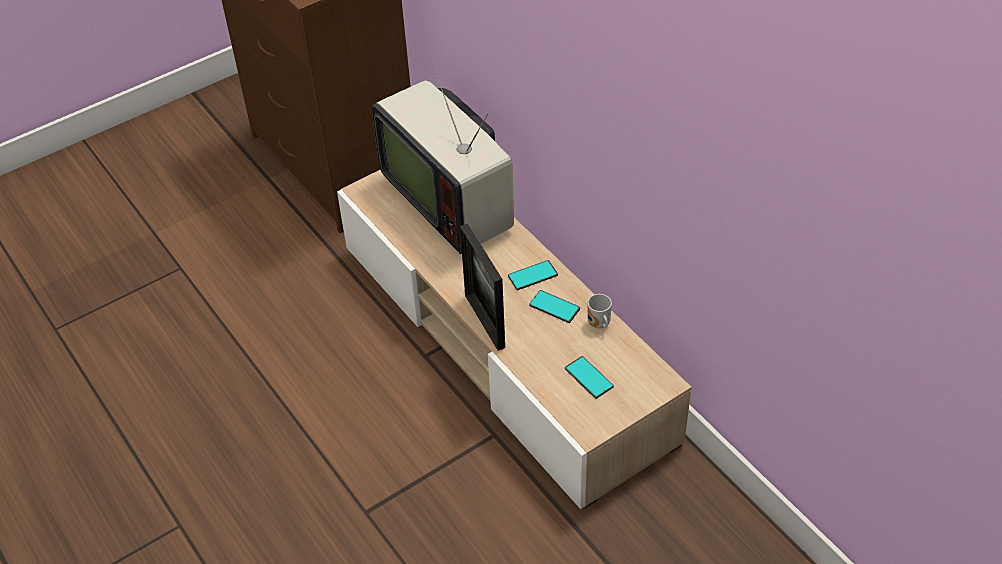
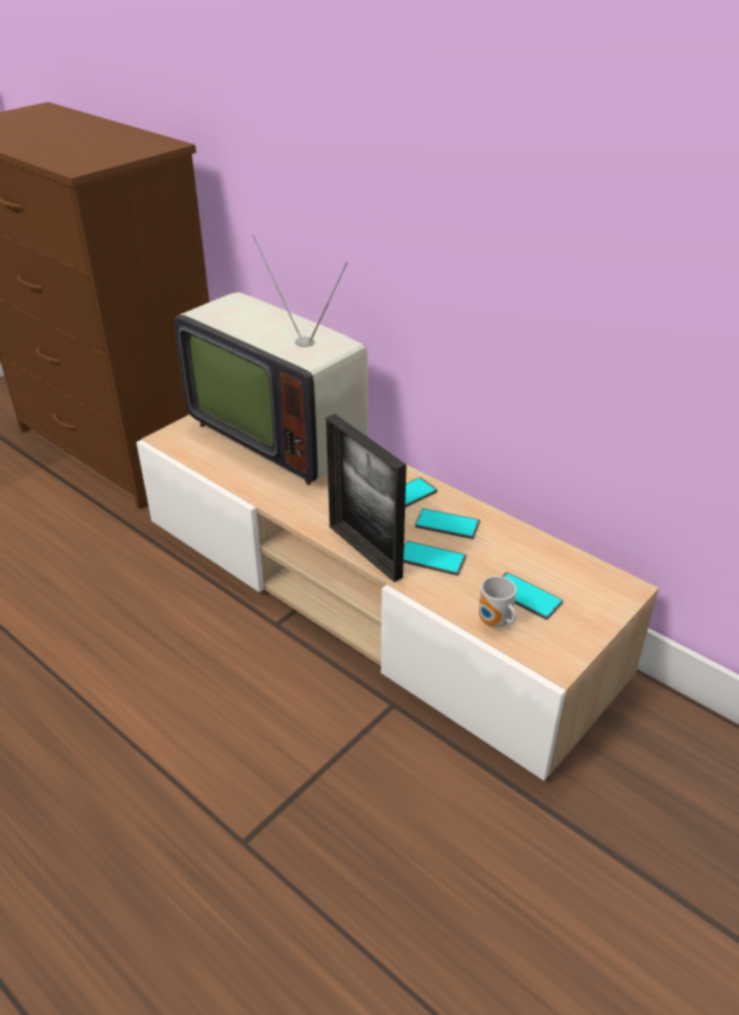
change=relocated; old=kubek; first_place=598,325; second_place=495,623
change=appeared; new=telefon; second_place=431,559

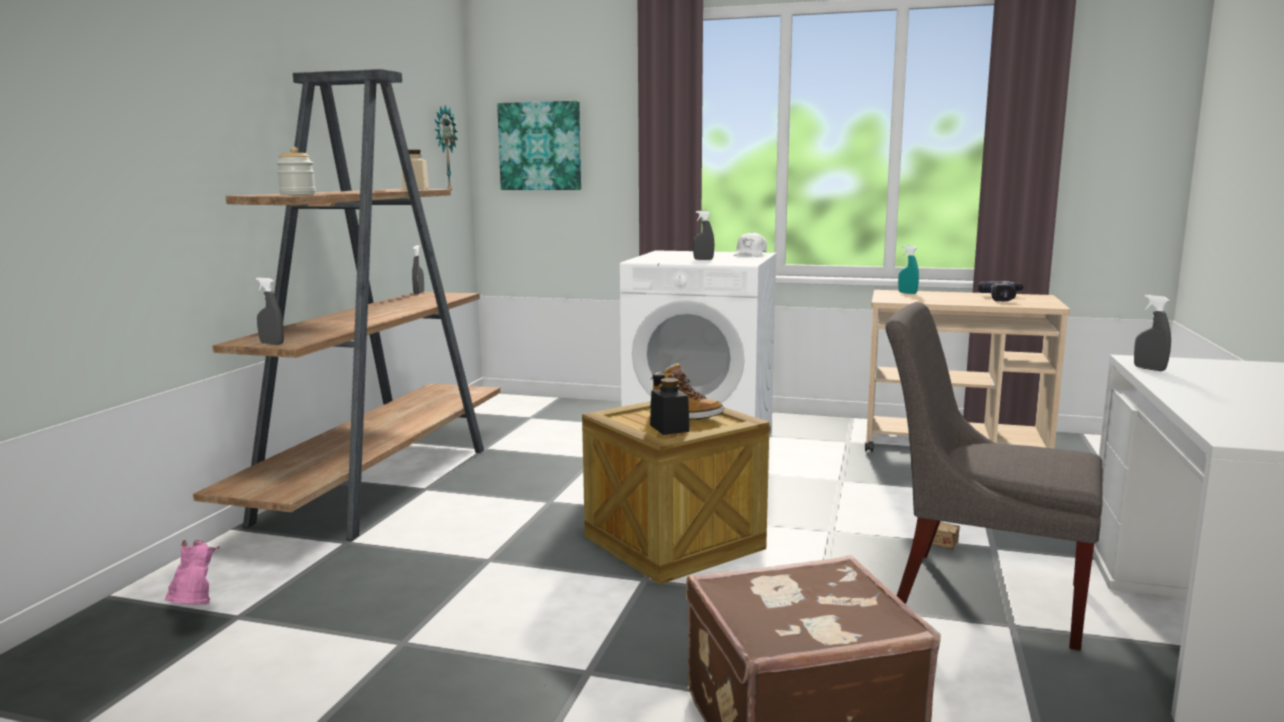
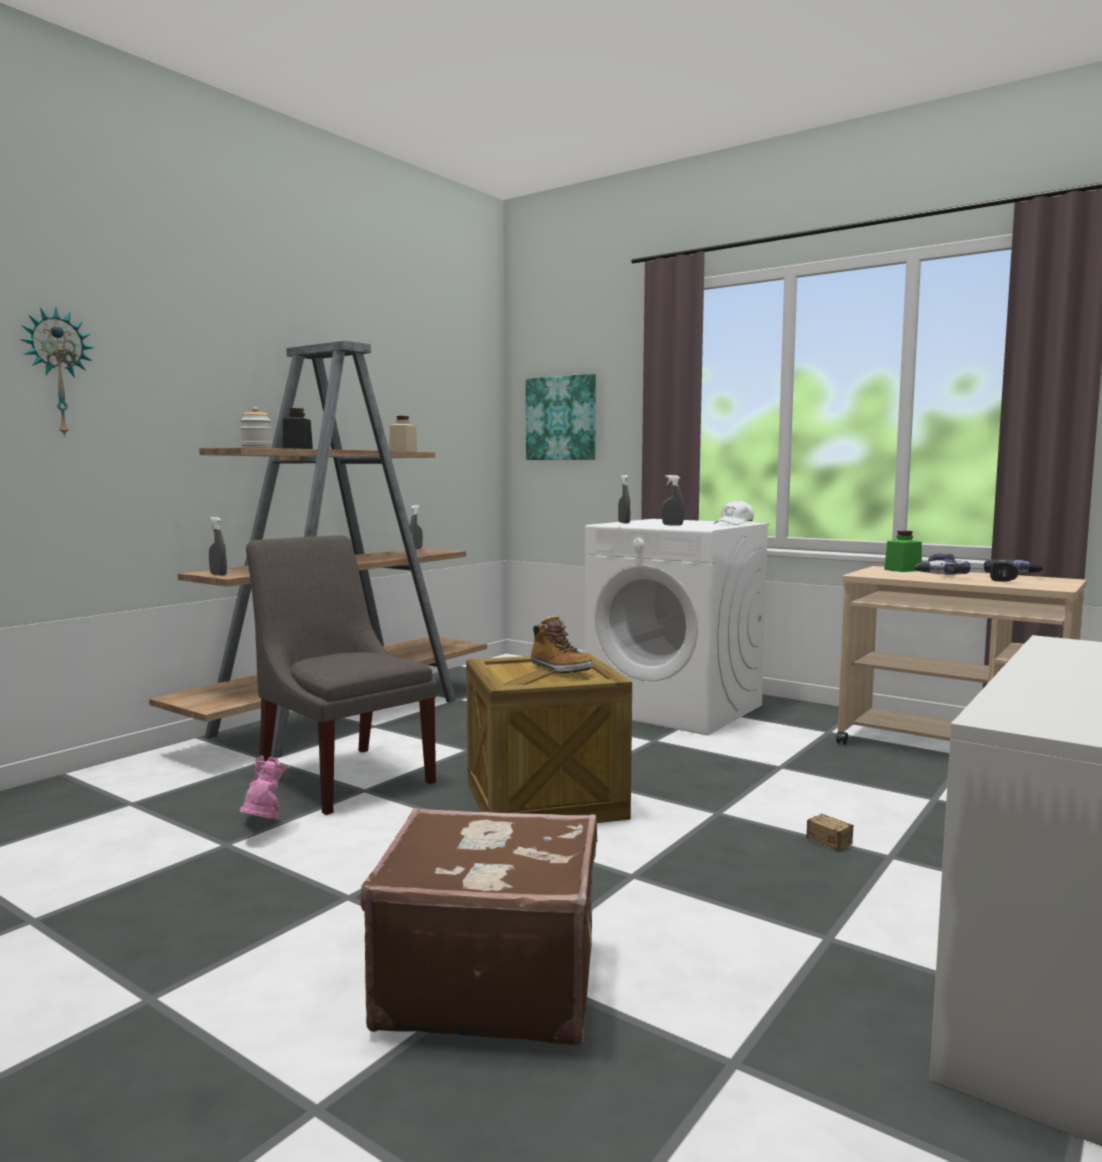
change=relocated; old=zegar ścienny; first_place=444,150; second_place=57,373
change=exchanged; old=spryskiwacz (turkusowy); new=słoik (zielony); first_place=907,293; second_place=902,570
change=relocated; old=spryskiwacz (szary); first_place=1149,369; second_place=624,523
change=relocated; old=krzesło (szary); first_place=979,594; second_place=343,776
change=relocated; old=słoik (czarny); first_place=669,428; second_place=298,448
change=relocated; old=but z cholewką (różowy); first_place=193,614; second_place=263,827
change=appeared; new=wiertarka; second_place=936,575

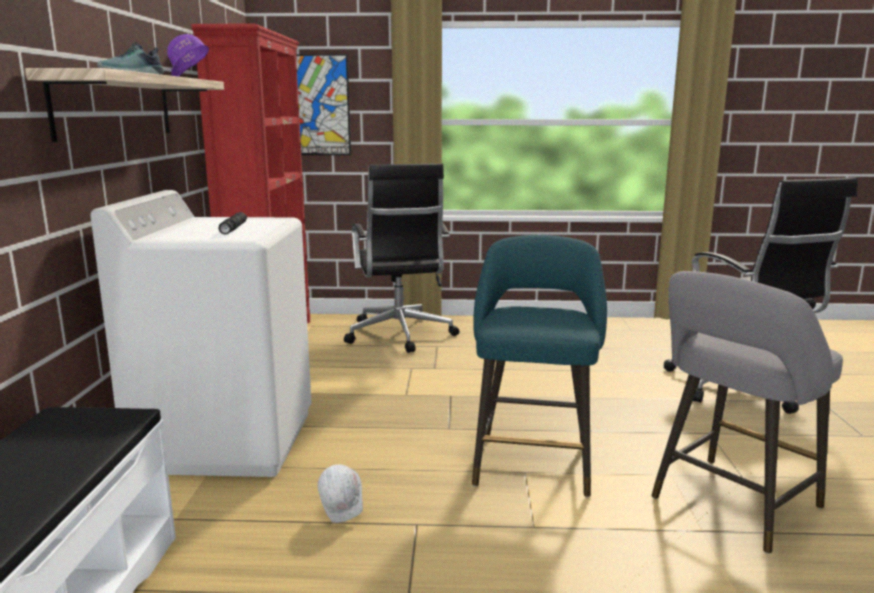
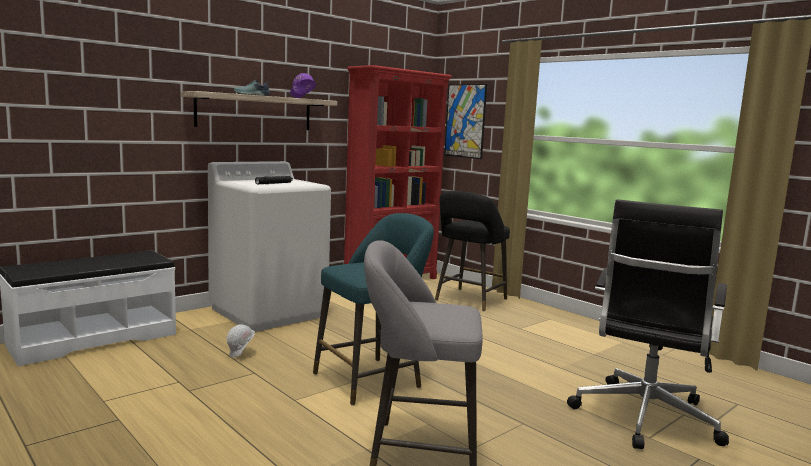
change=exchanged; old=krzesło biurowe (czarny); new=stołek (czarny); first_place=399,335; second_place=469,301

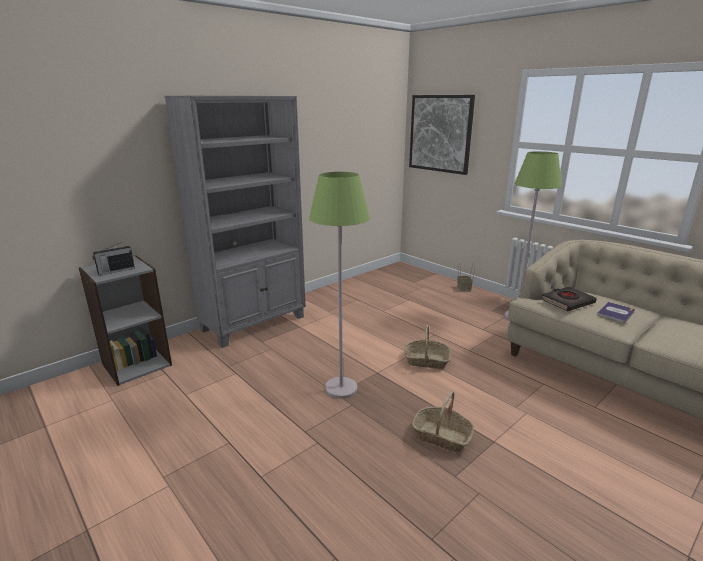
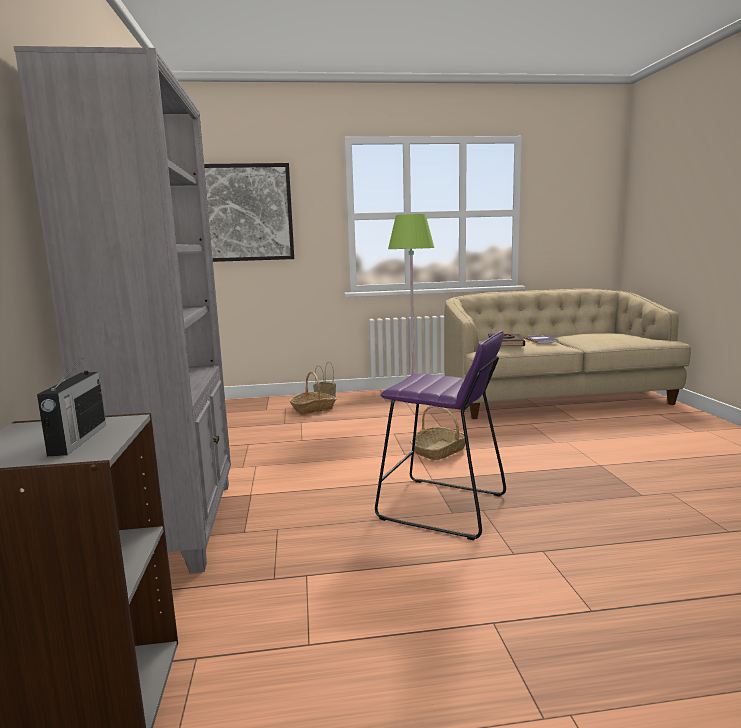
change=exchanged; old=lampa stojąca (zielony); new=stołek (fioletowy); first_place=341,388; second_place=442,507
change=relocated; old=koszyk; first_place=442,436; second_place=313,409

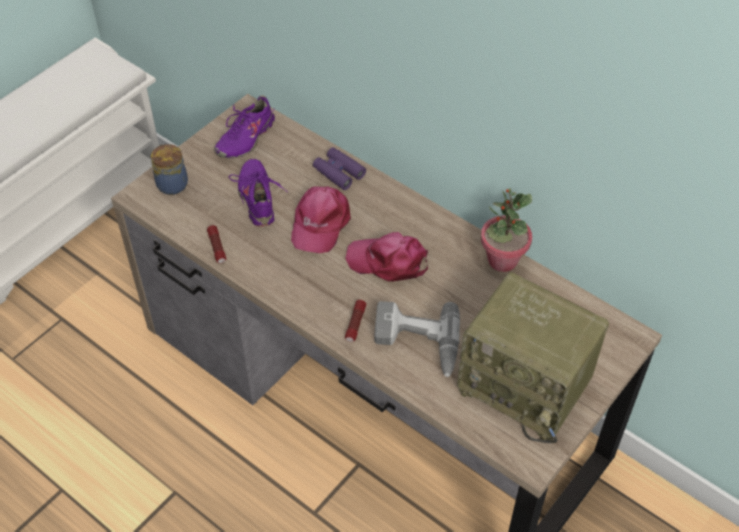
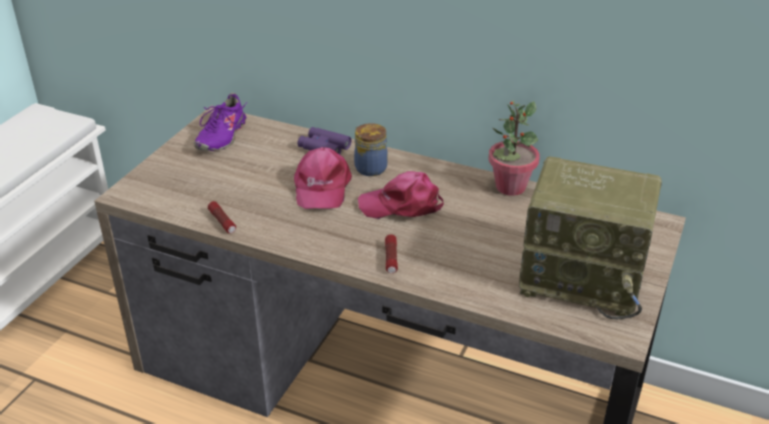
change=relocated; old=słoik; first_place=171,183; second_place=369,168
change=missing; old=but (fioletowy); first_place=258,198
change=missing; old=wiertarka; first_place=416,344

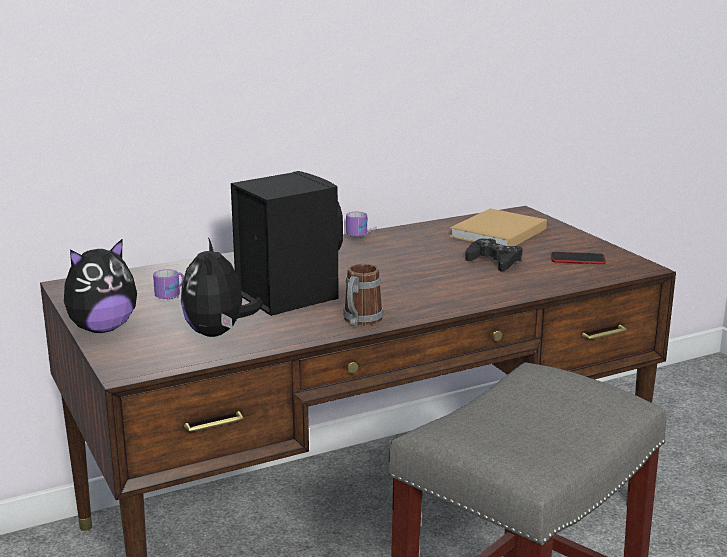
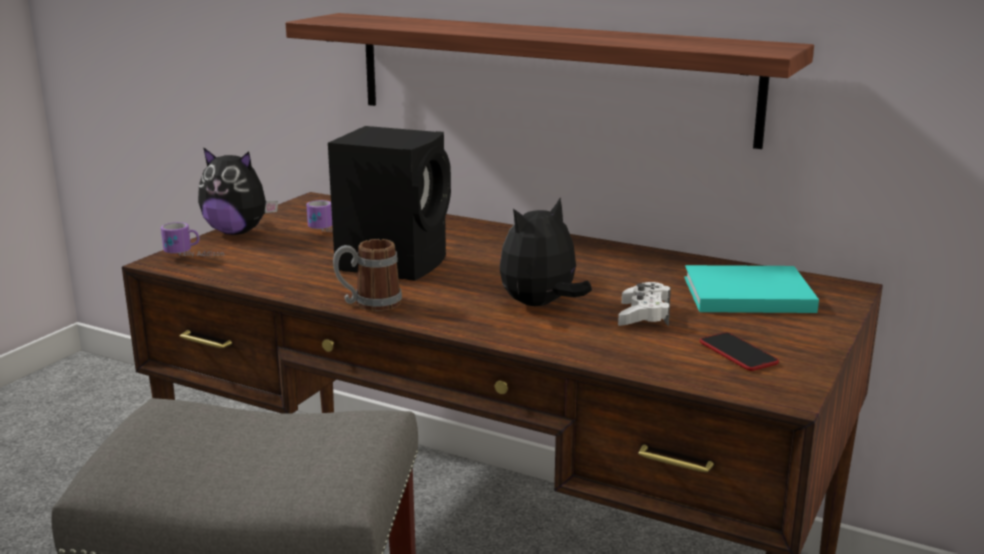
change=colour; old=książka (beżowy); new=książka (turkusowy); first_place=497,233; second_place=743,294
change=relocated; old=kubek; first_place=364,236; second_place=194,257
change=relocated; old=pluszak; first_place=218,333; second_place=540,305
change=colour; old=pad do gier (czarny); new=pad do gier (biały); first_place=494,261; second_place=644,315
change=appeared; new=półka; second_place=549,76

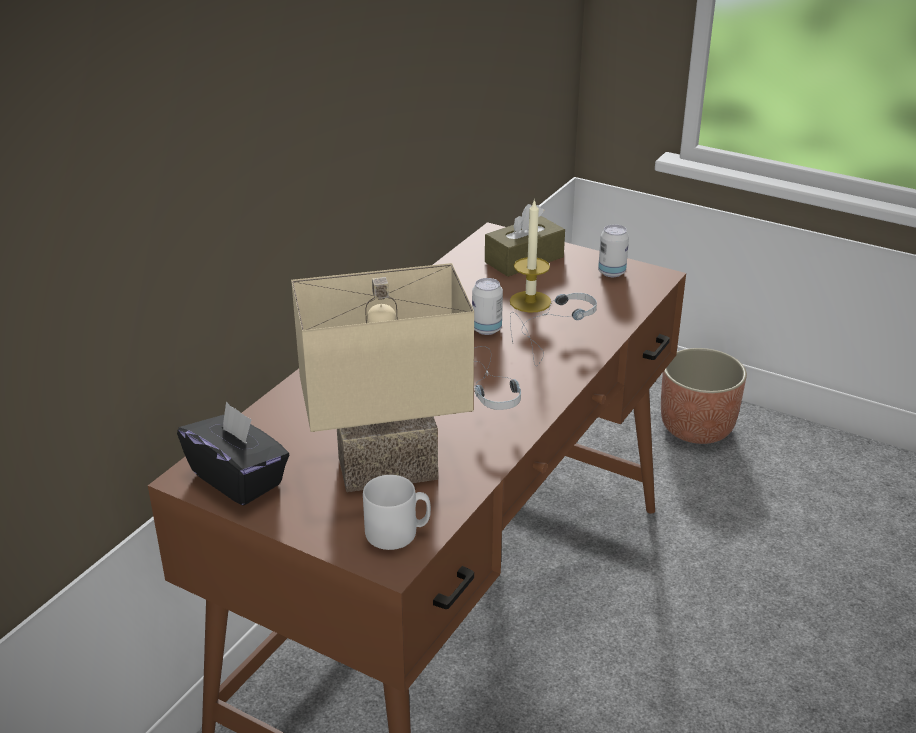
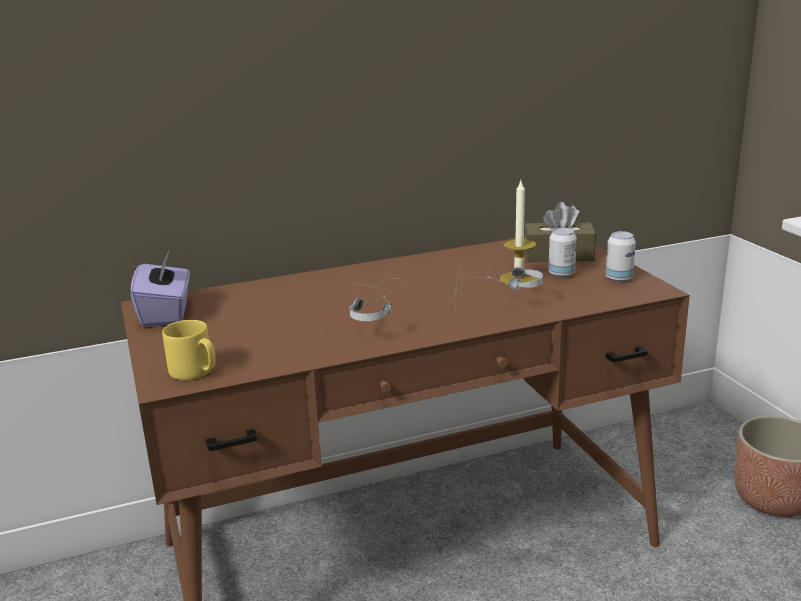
change=missing; old=lampa stołowa (beżowy); first_place=387,472
change=relocated; old=puszka; first_place=486,329; second_place=561,274
change=colour; old=pudełko chusteczek (czarny); new=pudełko chusteczek (fioletowy); first_place=238,478; second_place=166,313
change=colour; old=kubek (szary); new=kubek (żółty); first_place=398,533; second_place=195,372

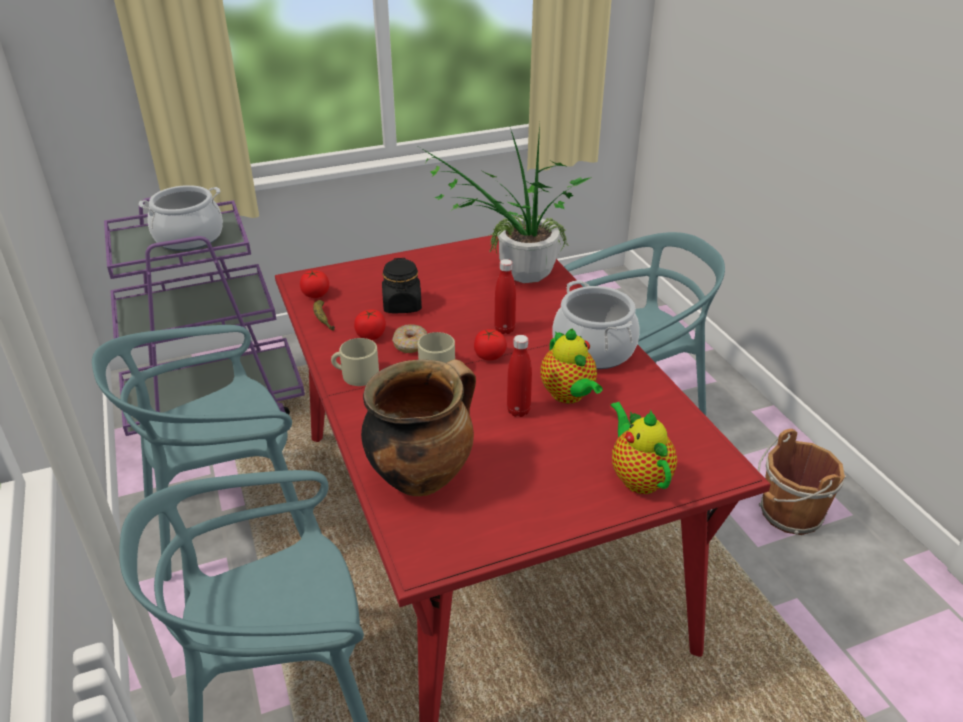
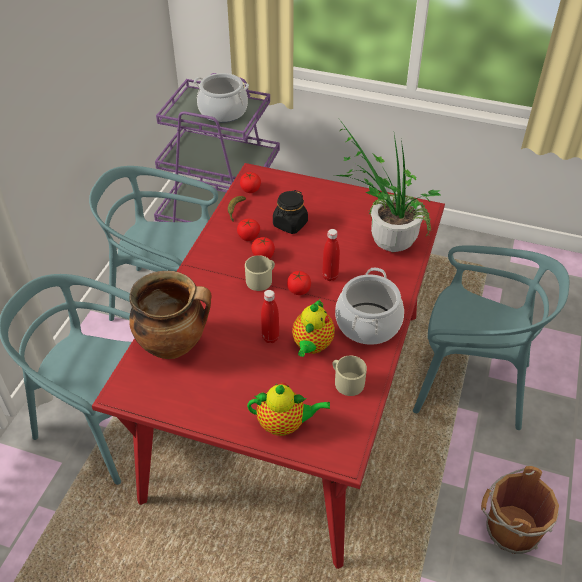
change=exchanged; old=donut; new=pomidor; first_place=410,344; second_place=263,255
change=relocated; old=kubek (beżowy); first_place=356,374; second_place=346,381
change=spun; old=imbryk; first_place=638,477; second_place=284,424; degrees=75

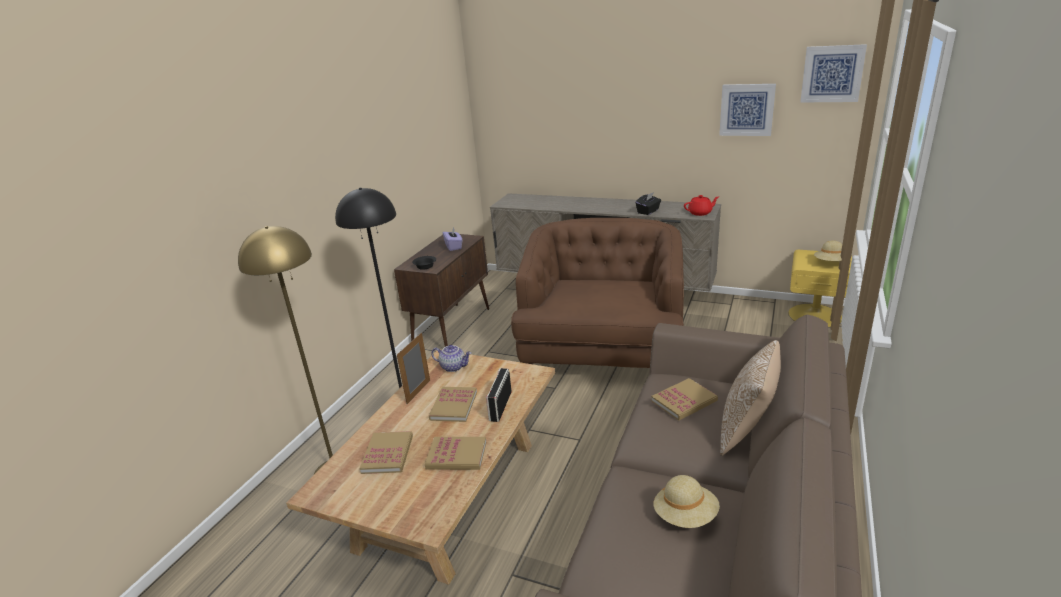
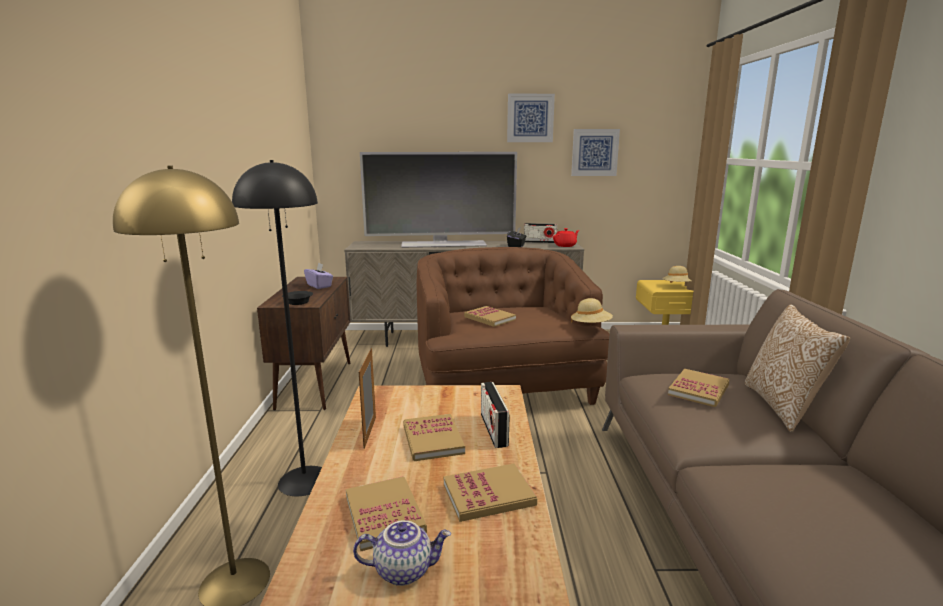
change=relocated; old=obraz; first_place=832,74; second_place=530,118
change=relocated; old=imbryk; first_place=453,367; second_place=404,570
change=relocated; old=kapelusz (beżowy); first_place=685,516; second_place=591,326
change=appeared; new=telewizor; second_place=443,244
change=appeared; new=radio; second_place=540,242
change=appeared; new=książka; second_place=489,318

